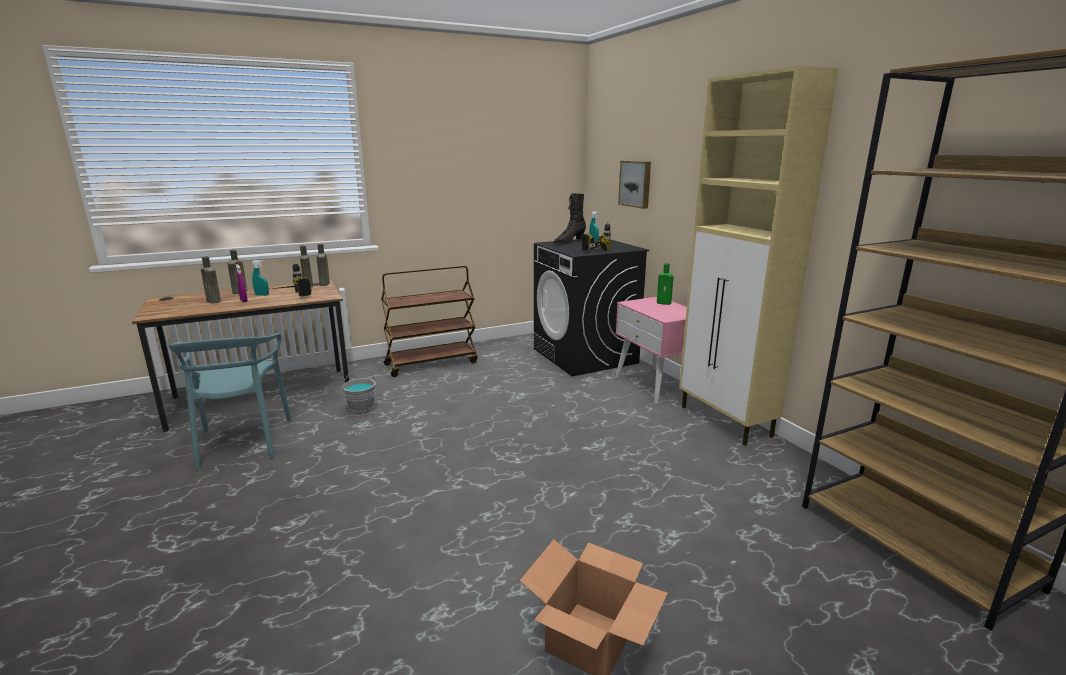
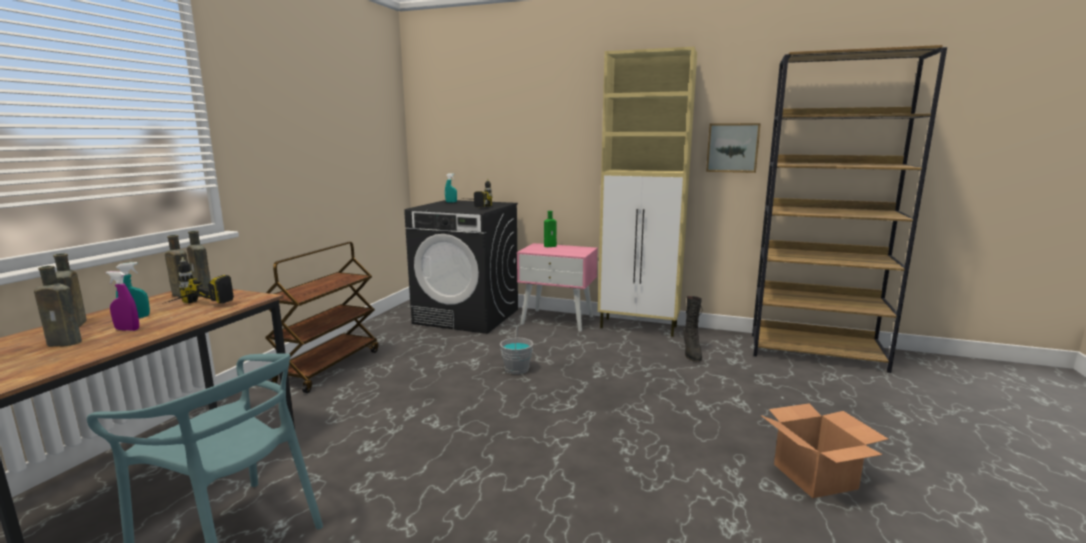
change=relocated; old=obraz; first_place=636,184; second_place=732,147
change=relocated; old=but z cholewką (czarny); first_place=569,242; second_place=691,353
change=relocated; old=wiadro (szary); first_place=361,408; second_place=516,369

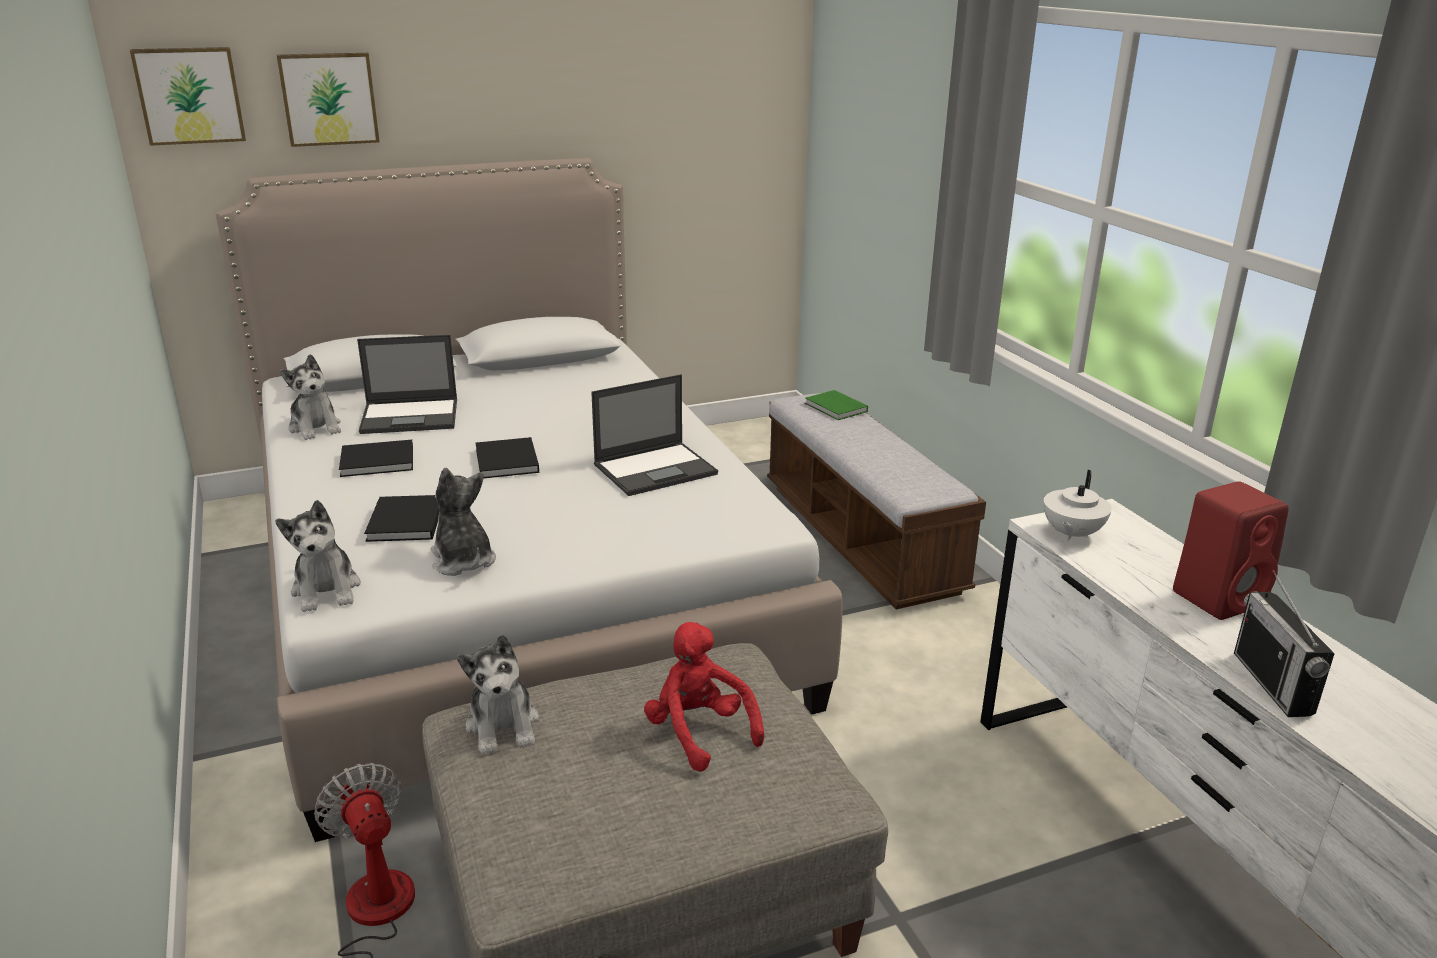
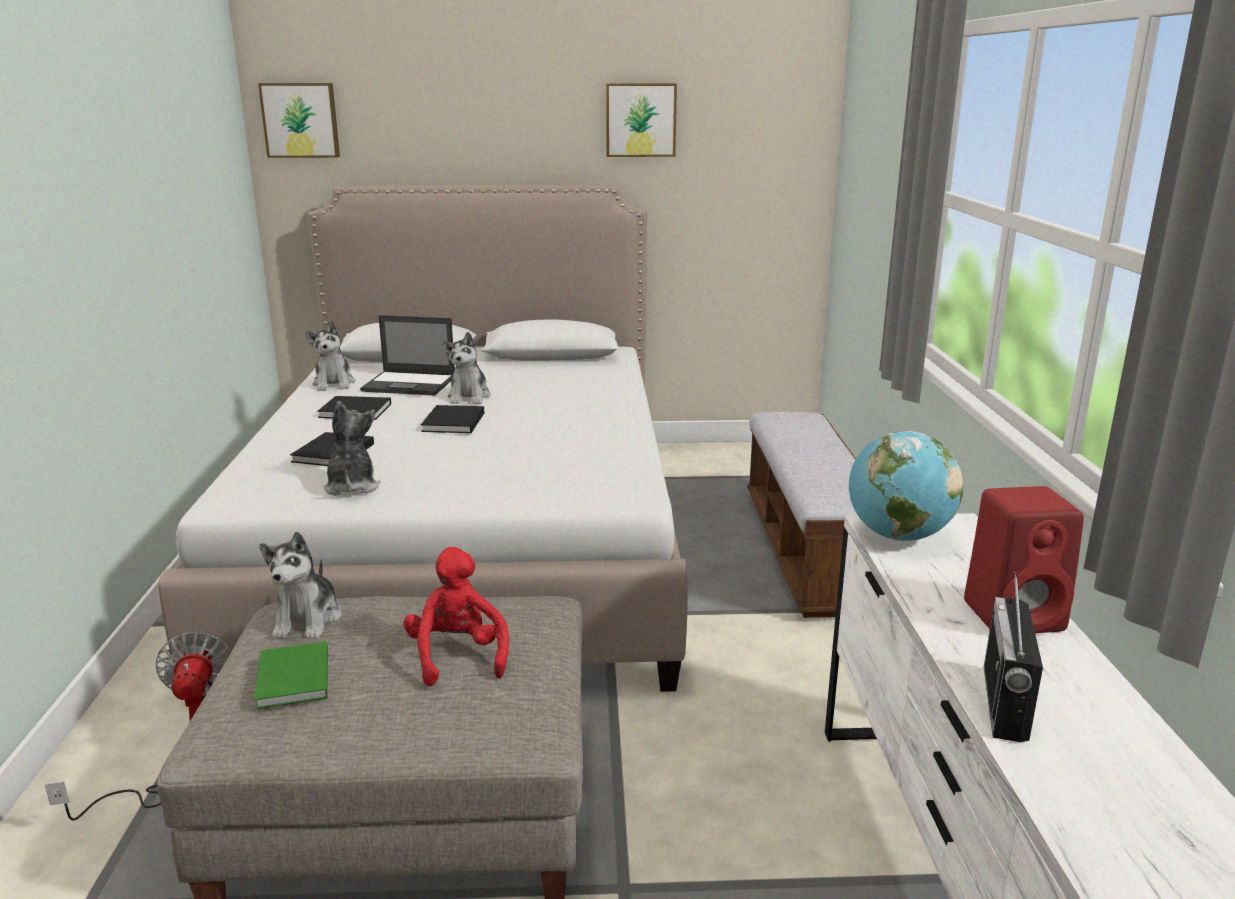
change=relocated; old=obraz; first_place=329,99; second_place=640,120
change=missing; old=laptop; first_place=656,469
change=relocated; old=książka (zielony); first_place=836,408; second_place=292,680
change=exchanged; old=imbryk (biały); new=globus; first_place=1071,534; second_place=898,536
change=relocated; old=pluszak; first_place=327,590; second_place=469,397

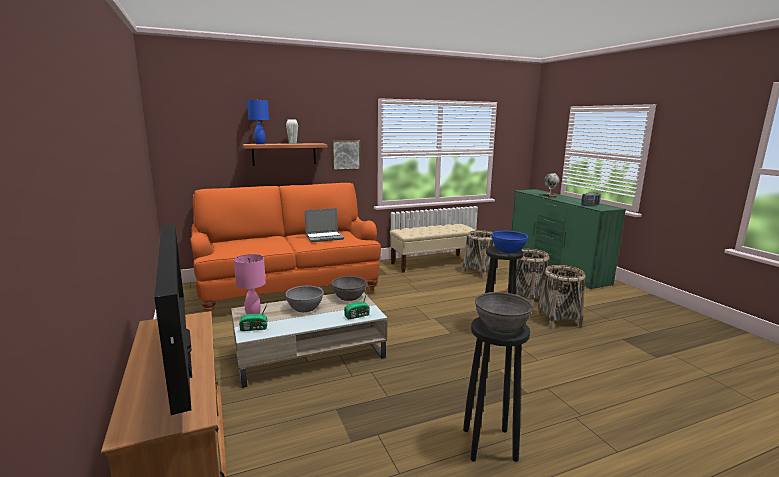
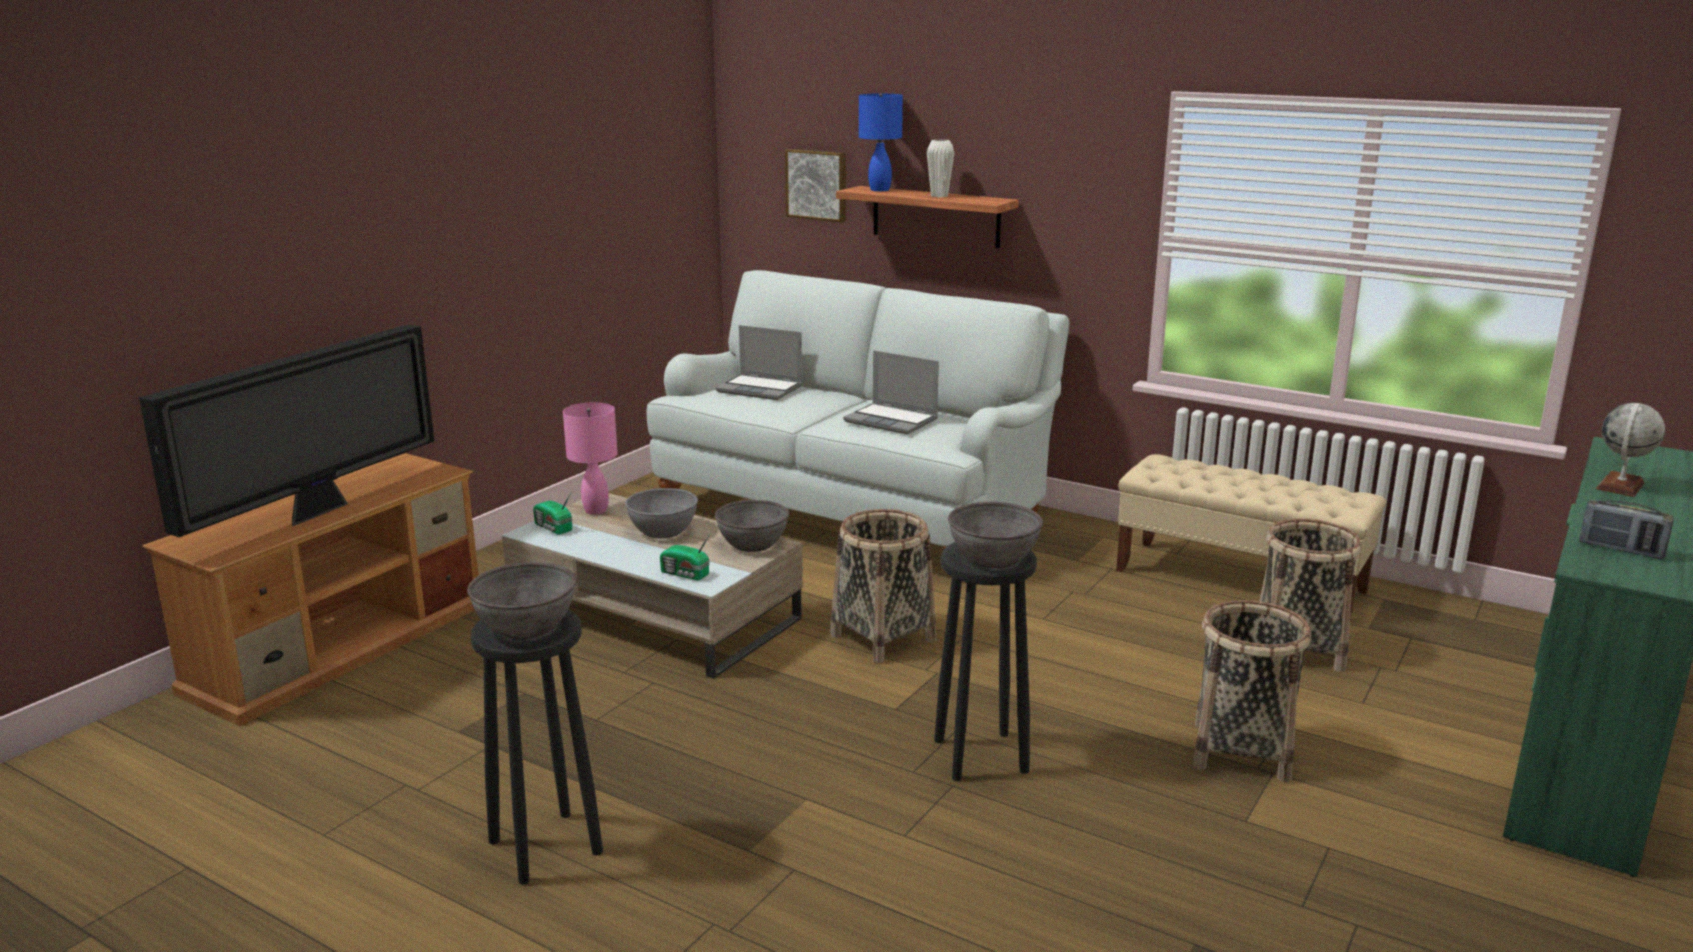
change=relocated; old=obraz; first_place=345,155; second_place=817,184
change=colour; old=kanapa (pomarańczowy); new=kanapa (biały); first_place=288,288; second_place=854,510
change=colour; old=miska (niebieski); new=miska (szary); first_place=508,250; second_place=994,558
change=relocated; old=koszyk; first_place=559,320; second_place=882,638
change=appeared; new=laptop; second_place=761,389

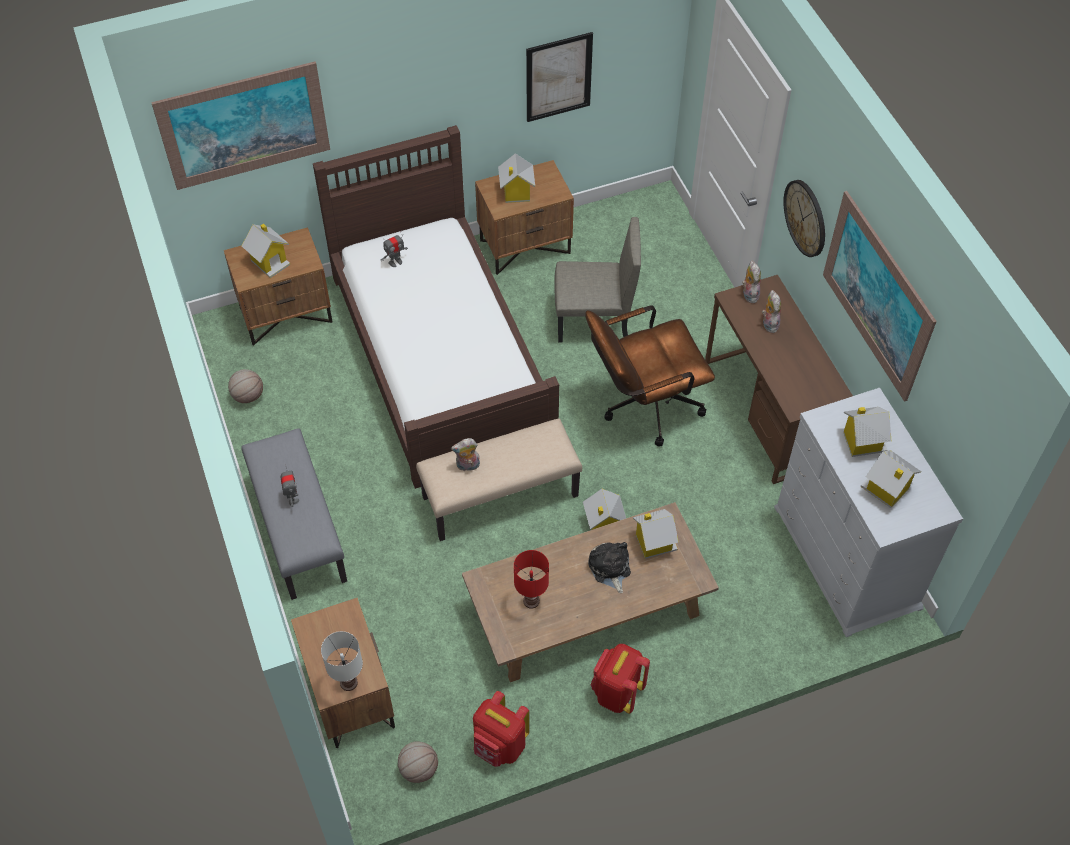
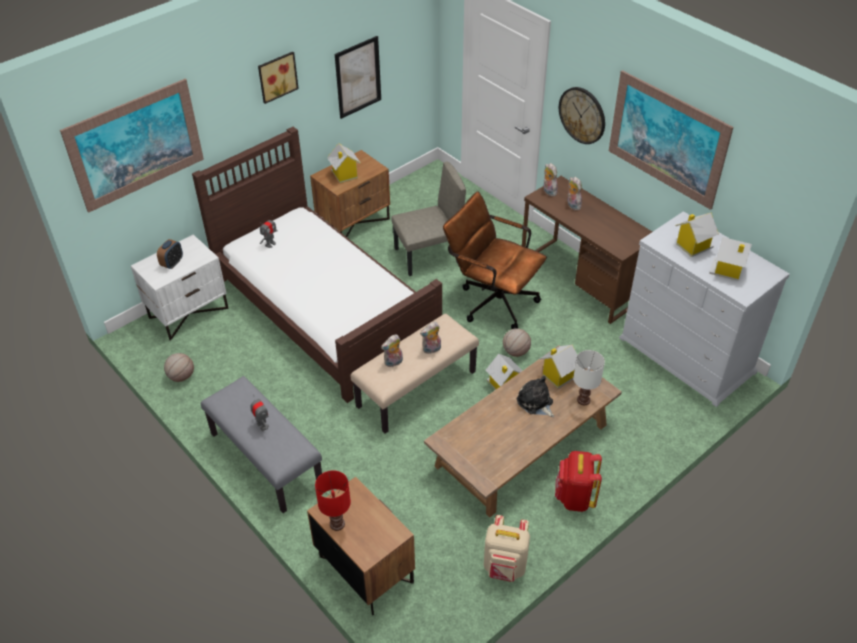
change=exchanged; old=domek; new=budzik; first_place=269,261; second_place=172,263
change=colour; old=szafka nocna (brązowy); new=szafka nocna (biały); first_place=286,314; second_place=188,312
change=spun; old=krzesło biurowe (brązowy); first_place=643,406; second_place=492,300; degrees=75
change=relocated; old=lampa stołowa (czerwony); first_place=532,601; second_place=338,524
change=relocated; old=lampa stołowa (biały); first_place=348,683; second_place=583,400
change=colour; old=plecak (czerwony); new=plecak (beżowy); first_place=500,746; second_place=505,567
change=relocated; old=piłka do koszykówki; first_place=418,769; second_place=515,352
change=appeared; new=obraz; second_place=276,76
change=appeared; new=pluszak; second_place=431,350

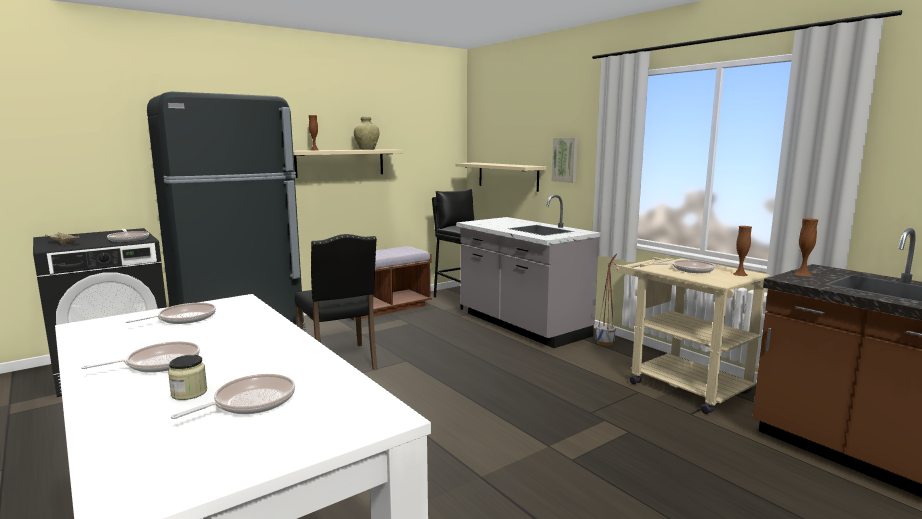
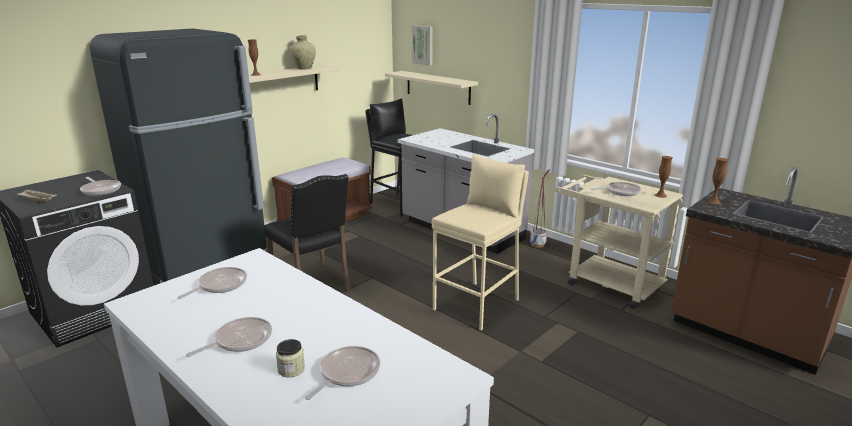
change=relocated; old=obraz; first_place=565,159; second_place=423,45
change=appeared; new=stołek (beżowy); second_place=477,305

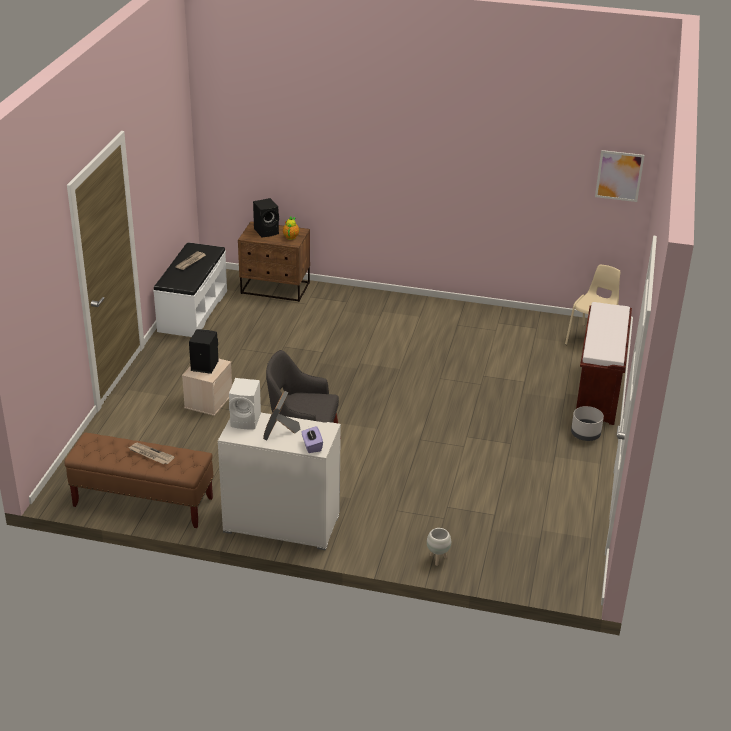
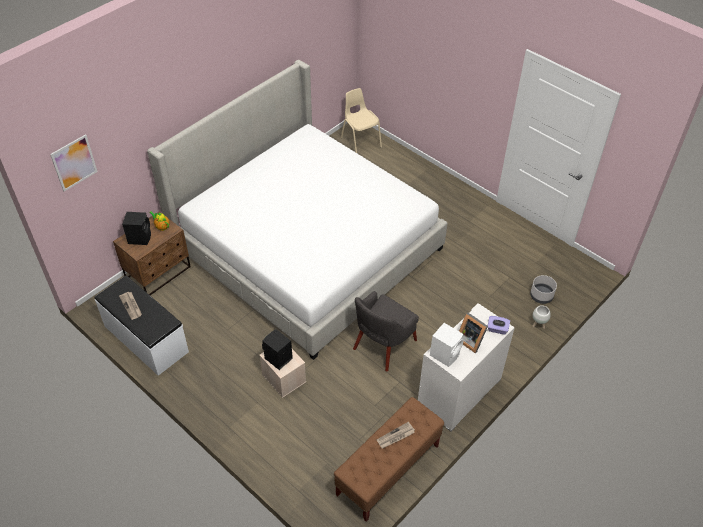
change=relocated; old=obraz; first_place=619,176; second_place=74,162
change=missing; old=ławka (brązowy); first_place=598,392
change=relocated; old=donica (szary); first_place=585,434; second_place=541,296
change=appeared; new=łóżko; second_place=307,248

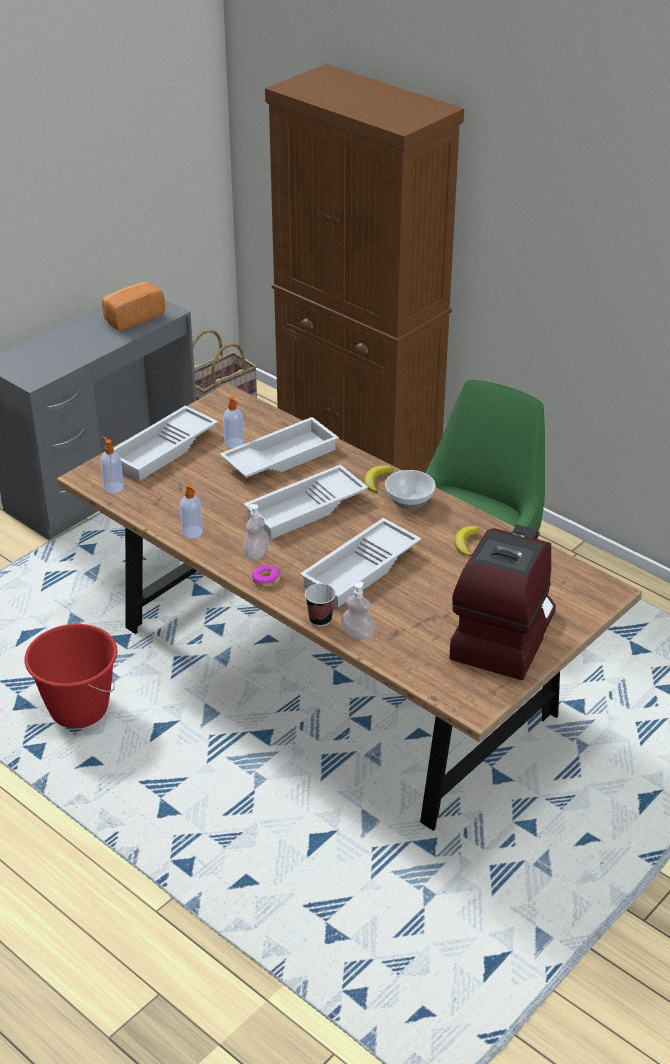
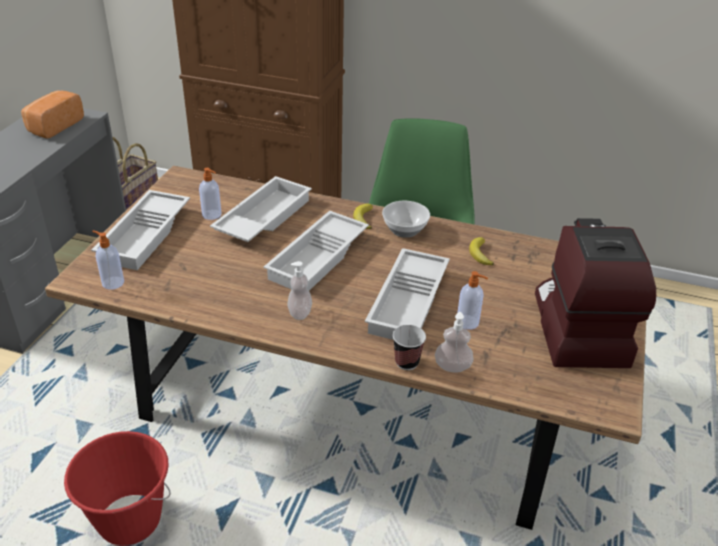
change=relocated; old=dozownik mydła; first_place=192,533; second_place=468,322
change=missing; old=donut; first_place=265,579

